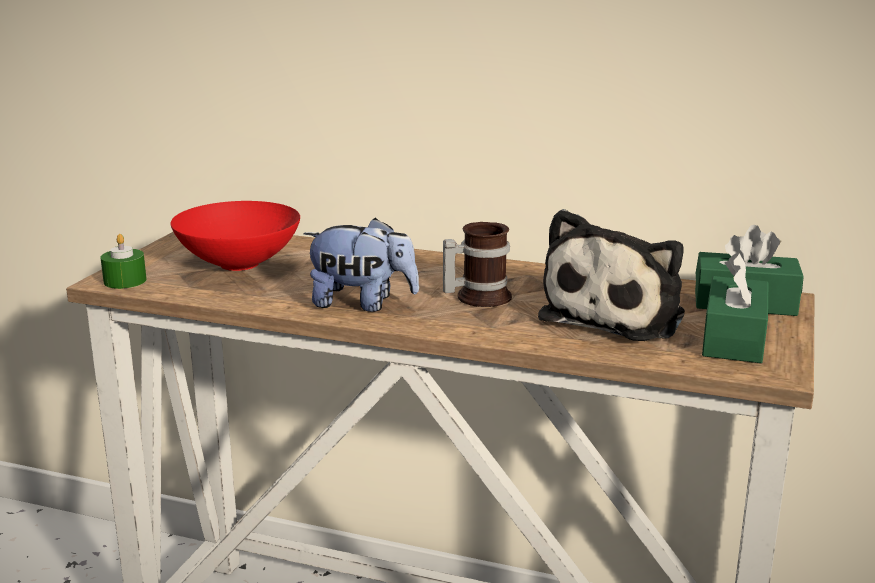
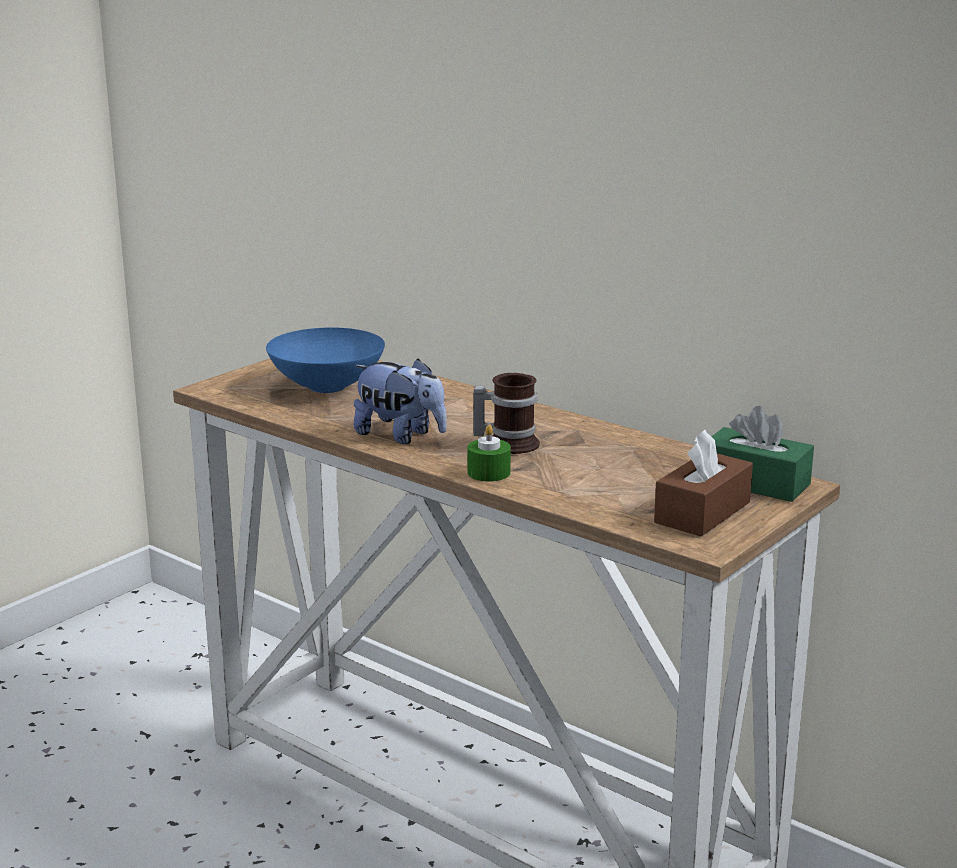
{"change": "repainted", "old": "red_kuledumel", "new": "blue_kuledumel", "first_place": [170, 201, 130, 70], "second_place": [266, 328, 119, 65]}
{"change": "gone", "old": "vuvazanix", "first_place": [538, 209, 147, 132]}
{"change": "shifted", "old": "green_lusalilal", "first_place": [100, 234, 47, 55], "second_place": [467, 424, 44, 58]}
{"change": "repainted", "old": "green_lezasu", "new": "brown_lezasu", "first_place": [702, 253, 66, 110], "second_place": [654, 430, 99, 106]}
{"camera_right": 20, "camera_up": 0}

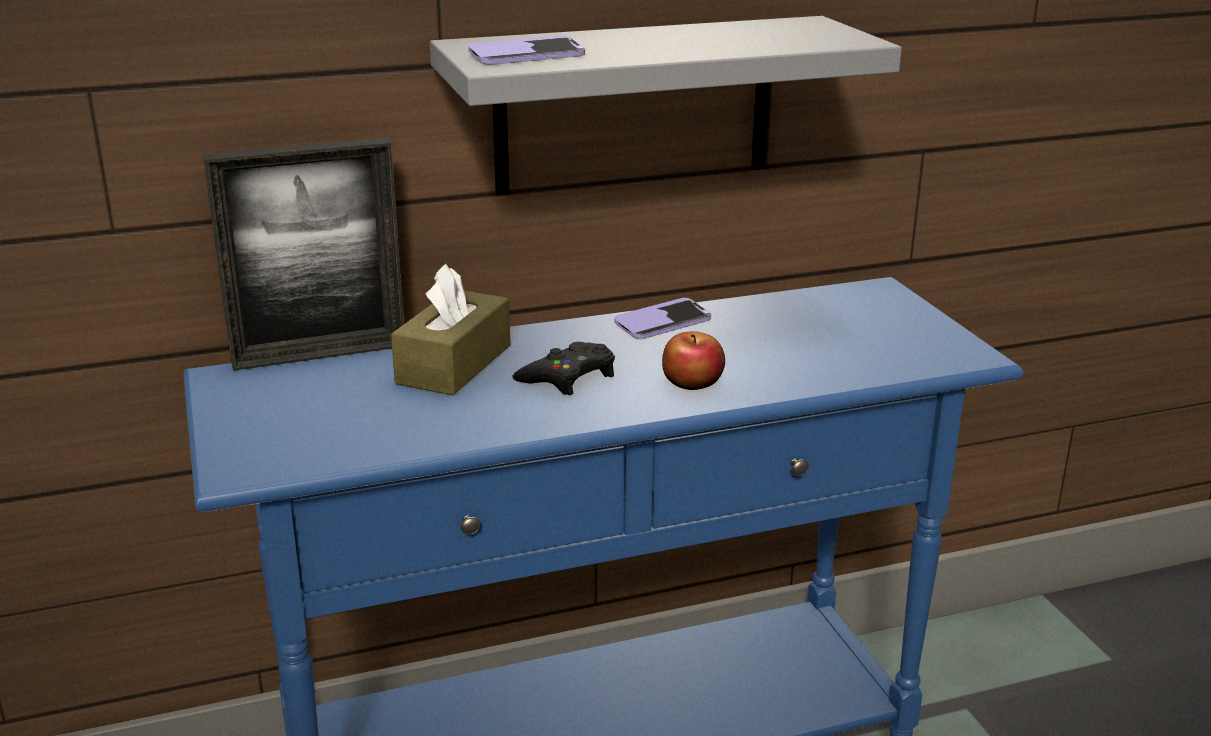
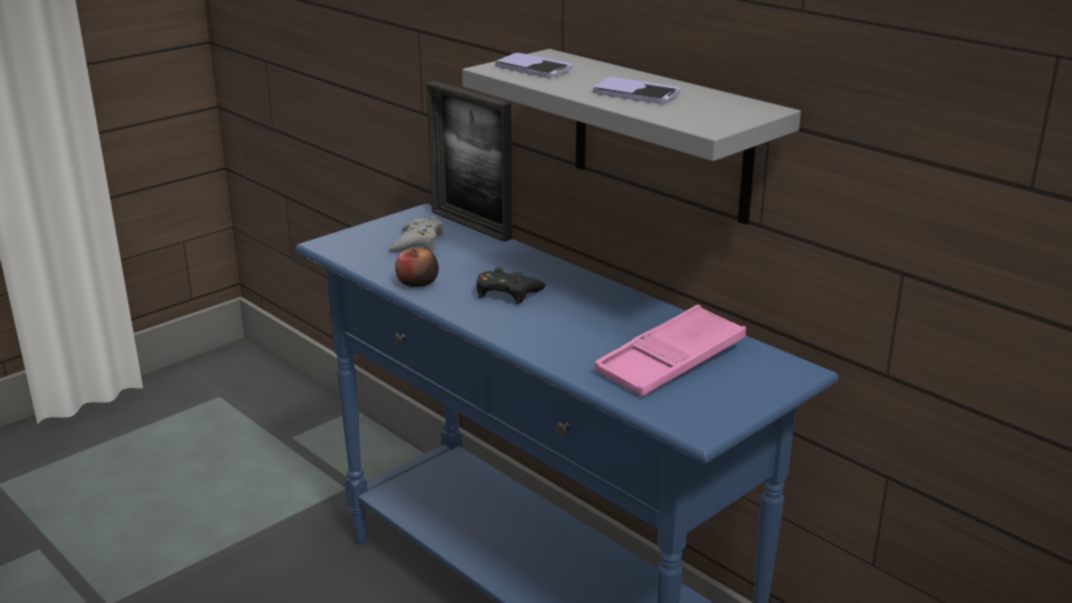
{"change": "gone", "old": "brown_lezasu", "first_place": [391, 264, 120, 132]}
{"change": "shifted", "old": "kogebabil", "first_place": [614, 298, 97, 41], "second_place": [593, 77, 87, 27]}
{"change": "shifted", "old": "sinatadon", "first_place": [662, 331, 63, 59], "second_place": [395, 248, 44, 39]}
{"change": "new", "new": "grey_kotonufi", "second_place": [389, 216, 54, 36]}
{"change": "new", "new": "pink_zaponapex", "second_place": [594, 305, 152, 92]}
{"camera_right": 65, "camera_up": 0}

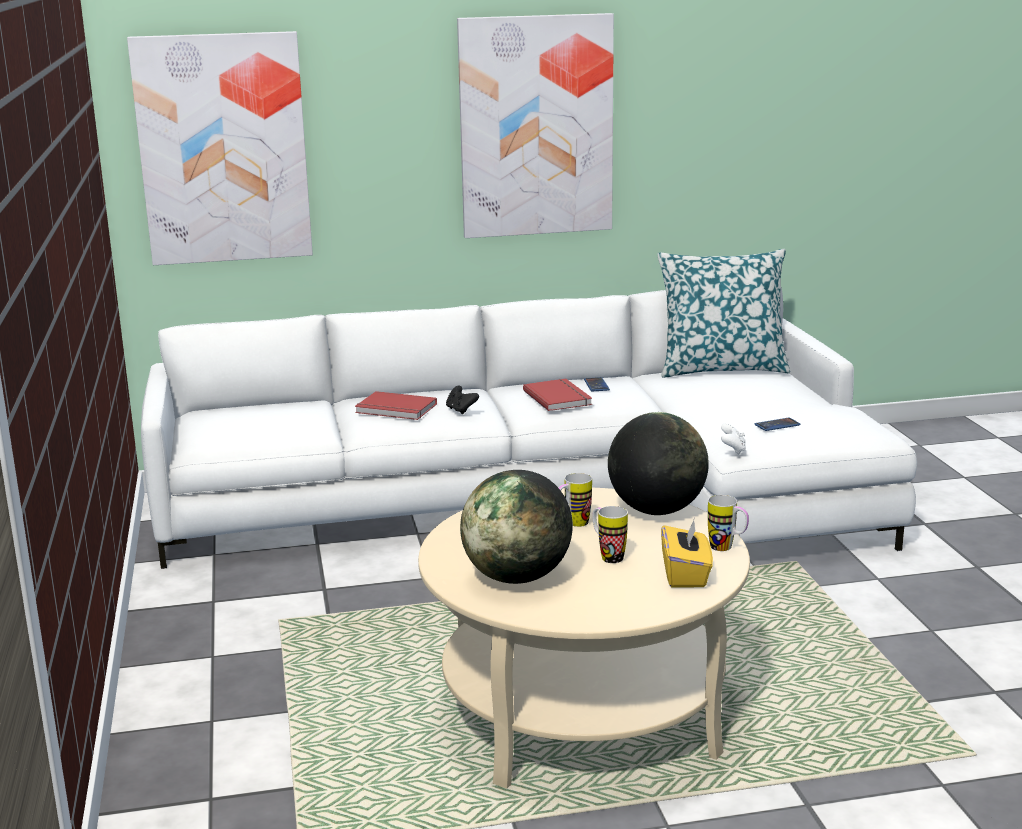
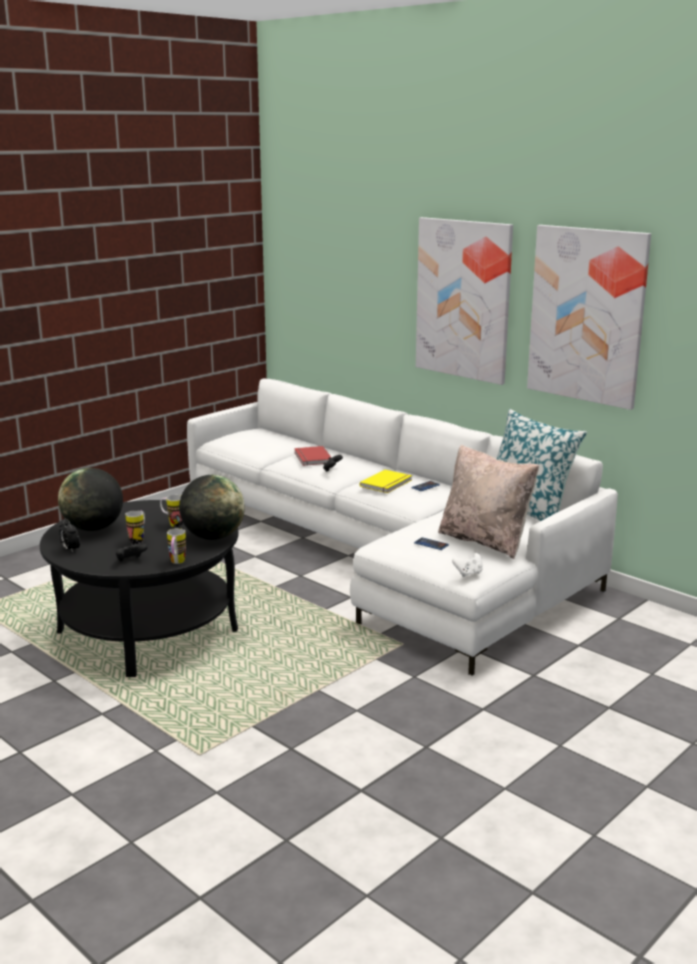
{"change": "shifted", "old": "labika", "first_place": [127, 31, 186, 234], "second_place": [527, 225, 124, 185]}
{"change": "repainted", "old": "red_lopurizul", "new": "yellow_lopurizul", "first_place": [523, 378, 69, 33], "second_place": [360, 470, 52, 23]}
{"change": "shifted", "old": "white_kotonufi", "first_place": [721, 423, 25, 31], "second_place": [452, 553, 31, 24]}
{"change": "repainted", "old": "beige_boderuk", "new": "black_boderuk", "first_place": [418, 488, 332, 301], "second_place": [40, 500, 199, 177]}
{"change": "swapped", "old": "yellow_lezasu", "new": "black_kotonufi", "first_place": [661, 520, 52, 68], "second_place": [116, 544, 32, 17]}
{"change": "new", "new": "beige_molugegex", "second_place": [438, 445, 101, 114]}
{"change": "new", "new": "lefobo", "second_place": [59, 519, 21, 33]}
{"camera_right": 55, "camera_up": 0}

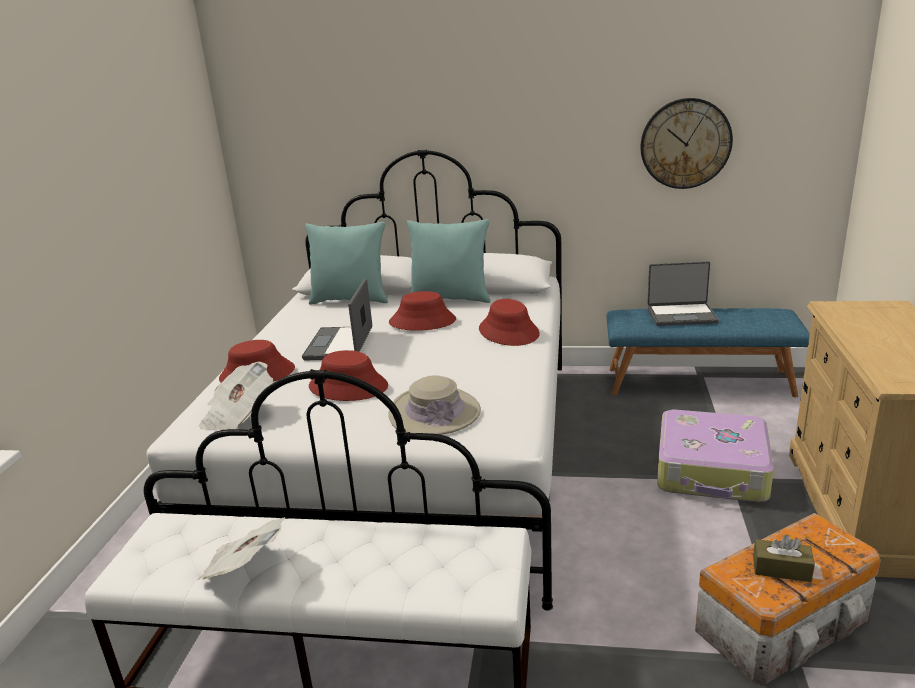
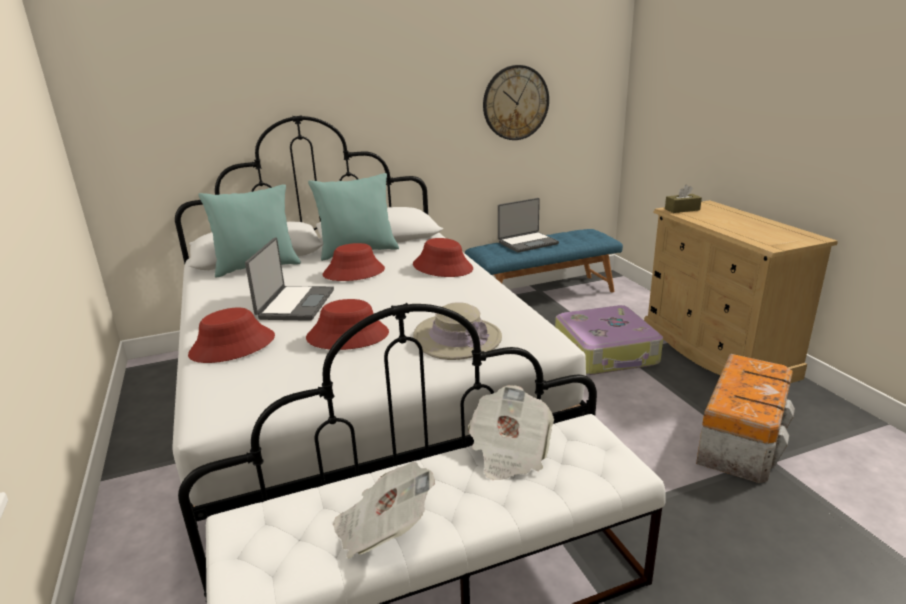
{"change": "rotated", "old": "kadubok", "first_place": [302, 279, 70, 81], "second_place": [245, 238, 89, 83], "degrees": -150}
{"change": "shifted", "old": "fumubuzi", "first_place": [199, 362, 74, 69], "second_place": [468, 385, 86, 95]}
{"change": "shifted", "old": "brown_lezasu", "first_place": [753, 535, 62, 47], "second_place": [665, 185, 37, 28]}
{"camera_right": -30, "camera_up": 0}

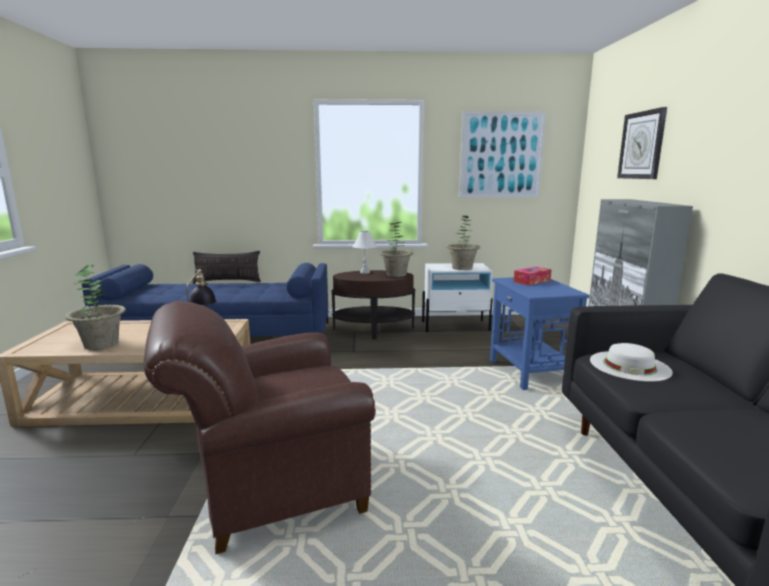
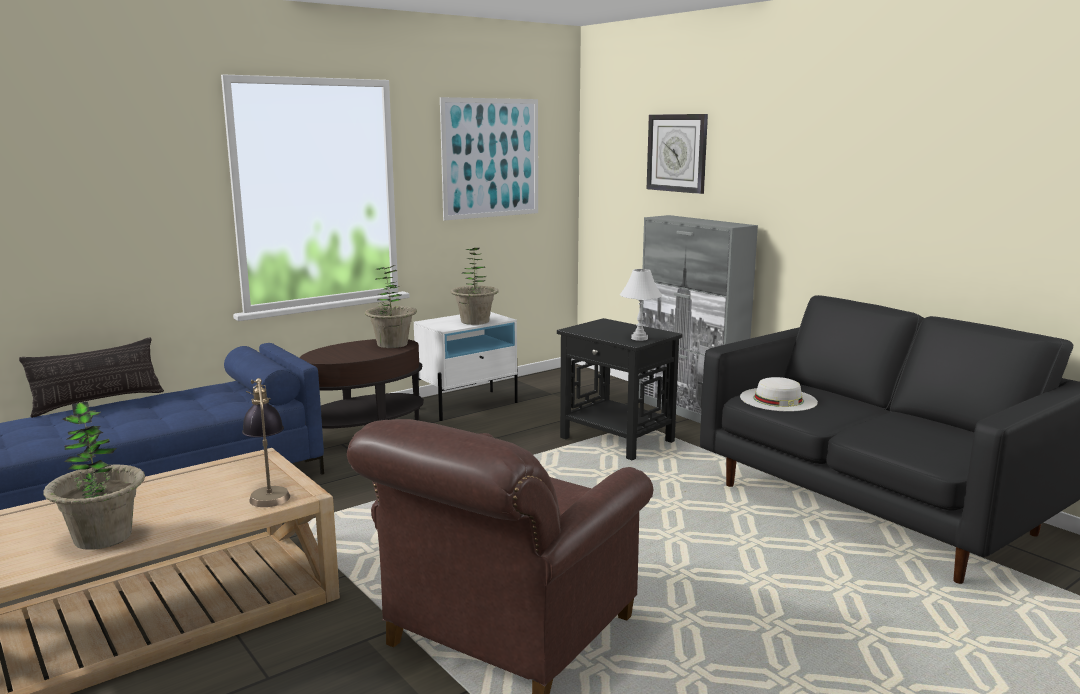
{"change": "shifted", "old": "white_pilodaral", "first_place": [352, 231, 25, 43], "second_place": [620, 269, 42, 72]}
{"change": "gone", "old": "lezasu", "first_place": [514, 267, 38, 18]}
{"change": "repainted", "old": "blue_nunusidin", "new": "black_nunusidin", "first_place": [490, 277, 99, 113], "second_place": [557, 318, 125, 142]}
{"camera_right": -35, "camera_up": 0}

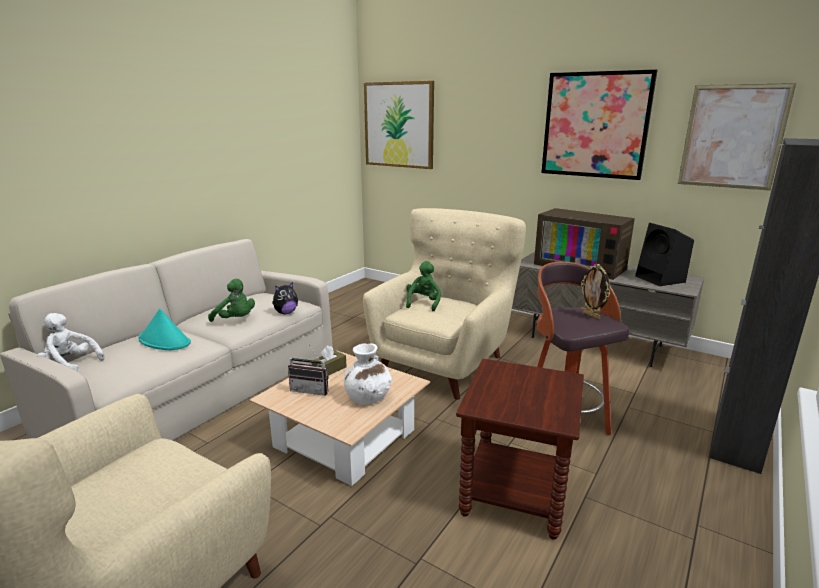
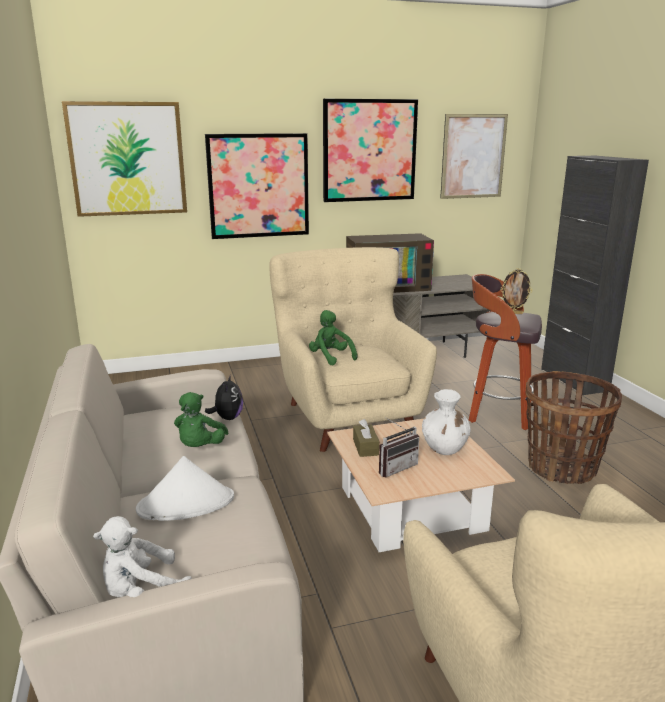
{"change": "gone", "old": "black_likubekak", "first_place": [635, 223, 59, 63]}
{"change": "rotated", "old": "green_vuvazanix", "first_place": [208, 279, 47, 43], "second_place": [174, 392, 55, 55], "degrees": 120}
{"change": "repainted", "old": "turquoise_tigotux", "new": "white_tigotux", "first_place": [138, 308, 53, 42], "second_place": [136, 456, 98, 65]}
{"change": "swapped", "old": "brown_nunusidin", "new": "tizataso", "first_place": [456, 359, 128, 181], "second_place": [526, 371, 96, 113]}
{"change": "new", "new": "labika", "second_place": [205, 133, 104, 106]}
{"camera_right": -50, "camera_up": 0}

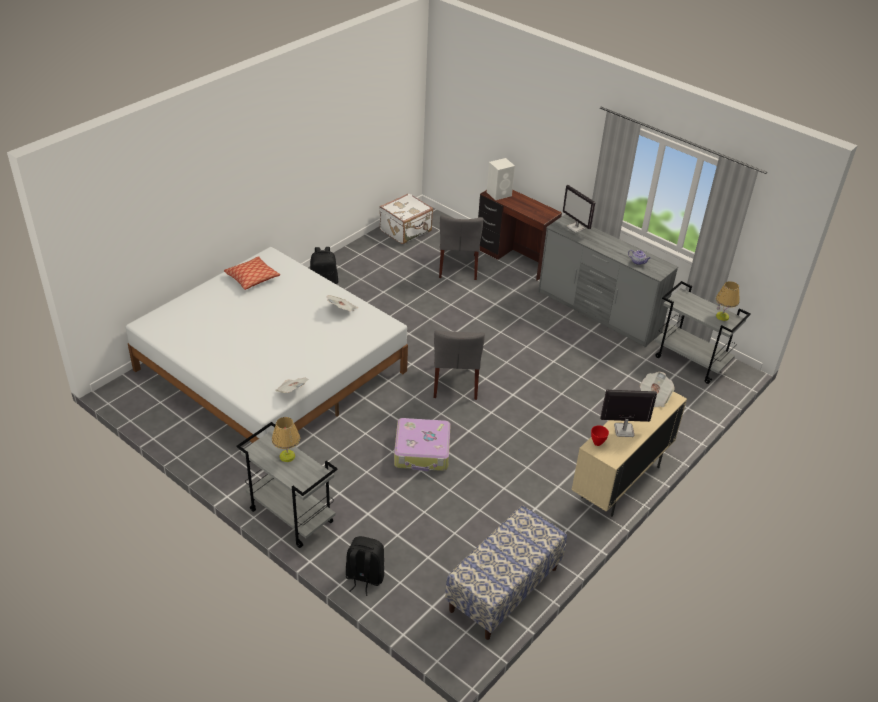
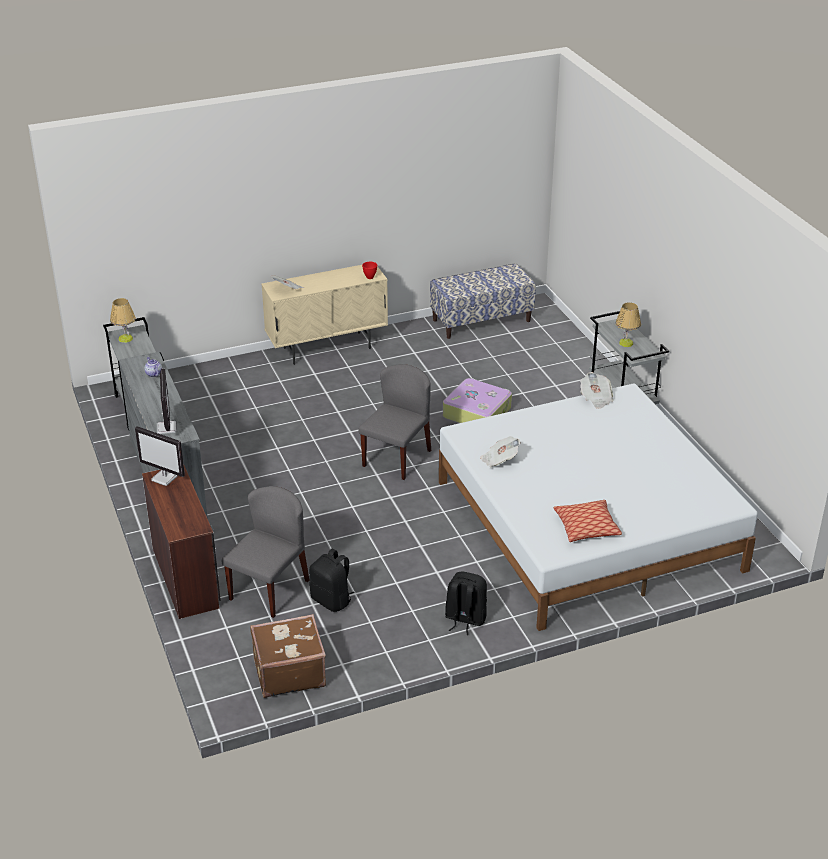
{"change": "gone", "old": "white_likubekak", "first_place": [487, 158, 28, 42]}
{"change": "repainted", "old": "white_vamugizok", "new": "brown_vamugizok", "first_place": [379, 193, 54, 51], "second_place": [250, 614, 76, 84]}
{"change": "shifted", "old": "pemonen", "first_place": [600, 390, 57, 47], "second_place": [135, 426, 50, 60]}
{"change": "shifted", "old": "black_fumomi", "first_place": [346, 536, 39, 60], "second_place": [309, 549, 46, 63]}
{"camera_right": -150, "camera_up": -5}

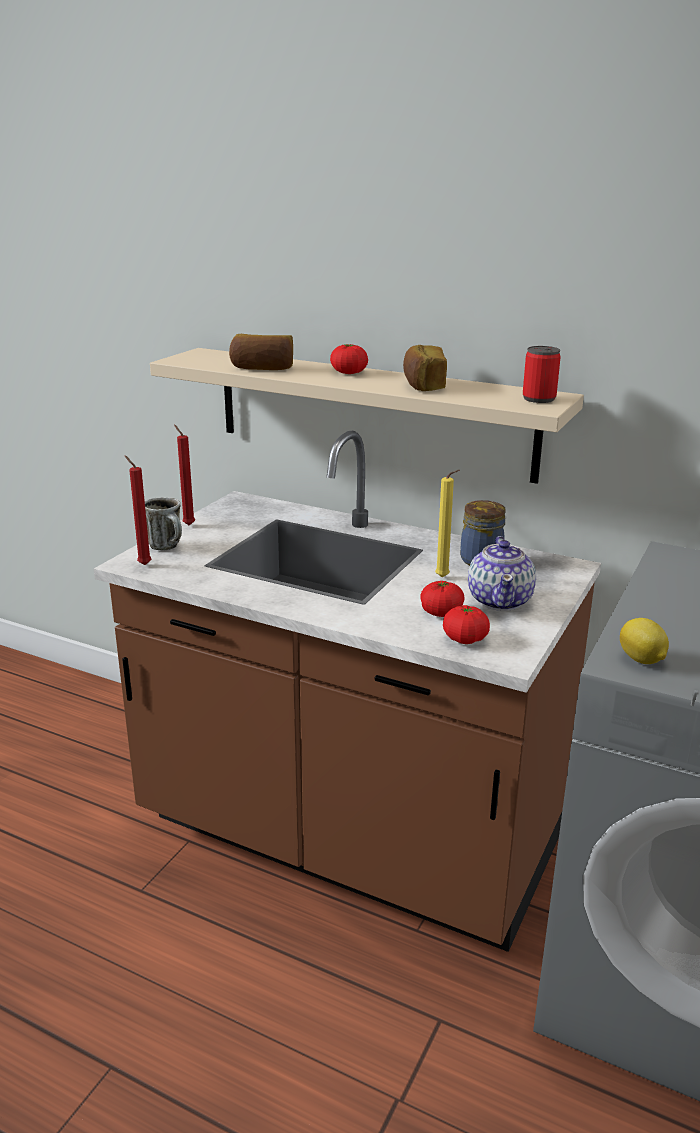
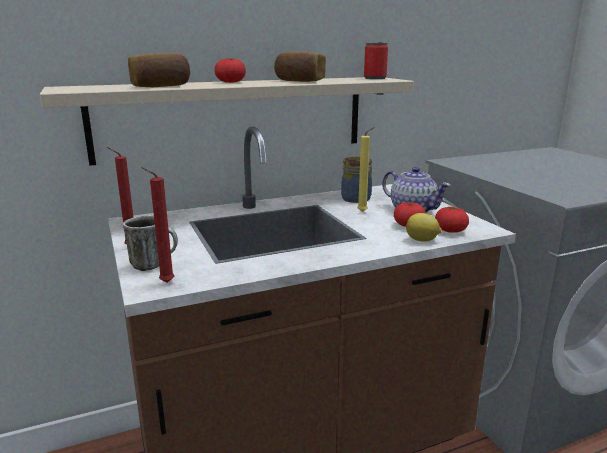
{"change": "shifted", "old": "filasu", "first_place": [620, 618, 49, 46], "second_place": [406, 213, 36, 29]}
{"camera_right": -50, "camera_up": -5}

